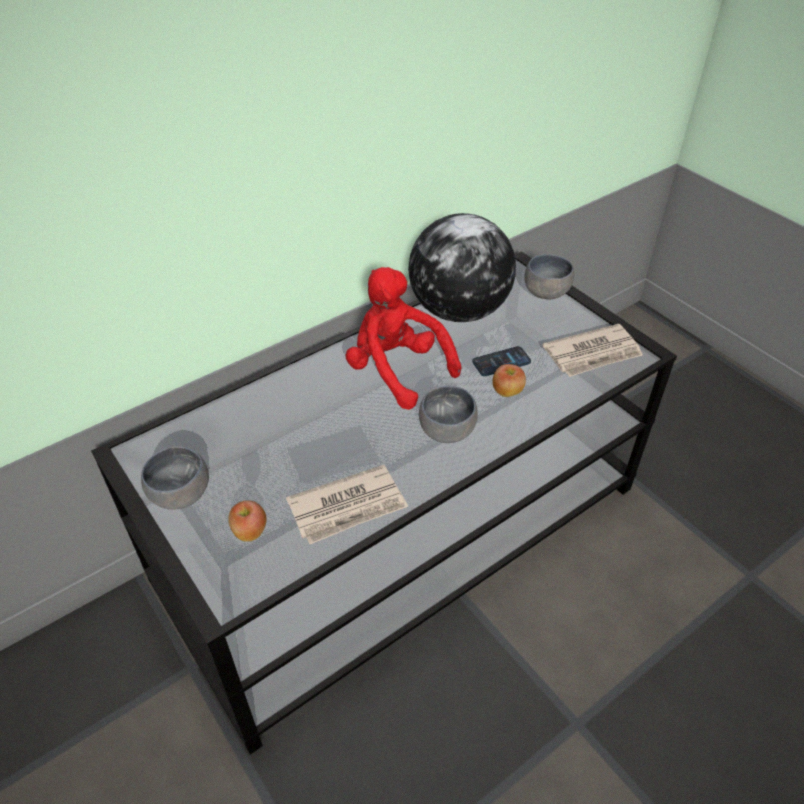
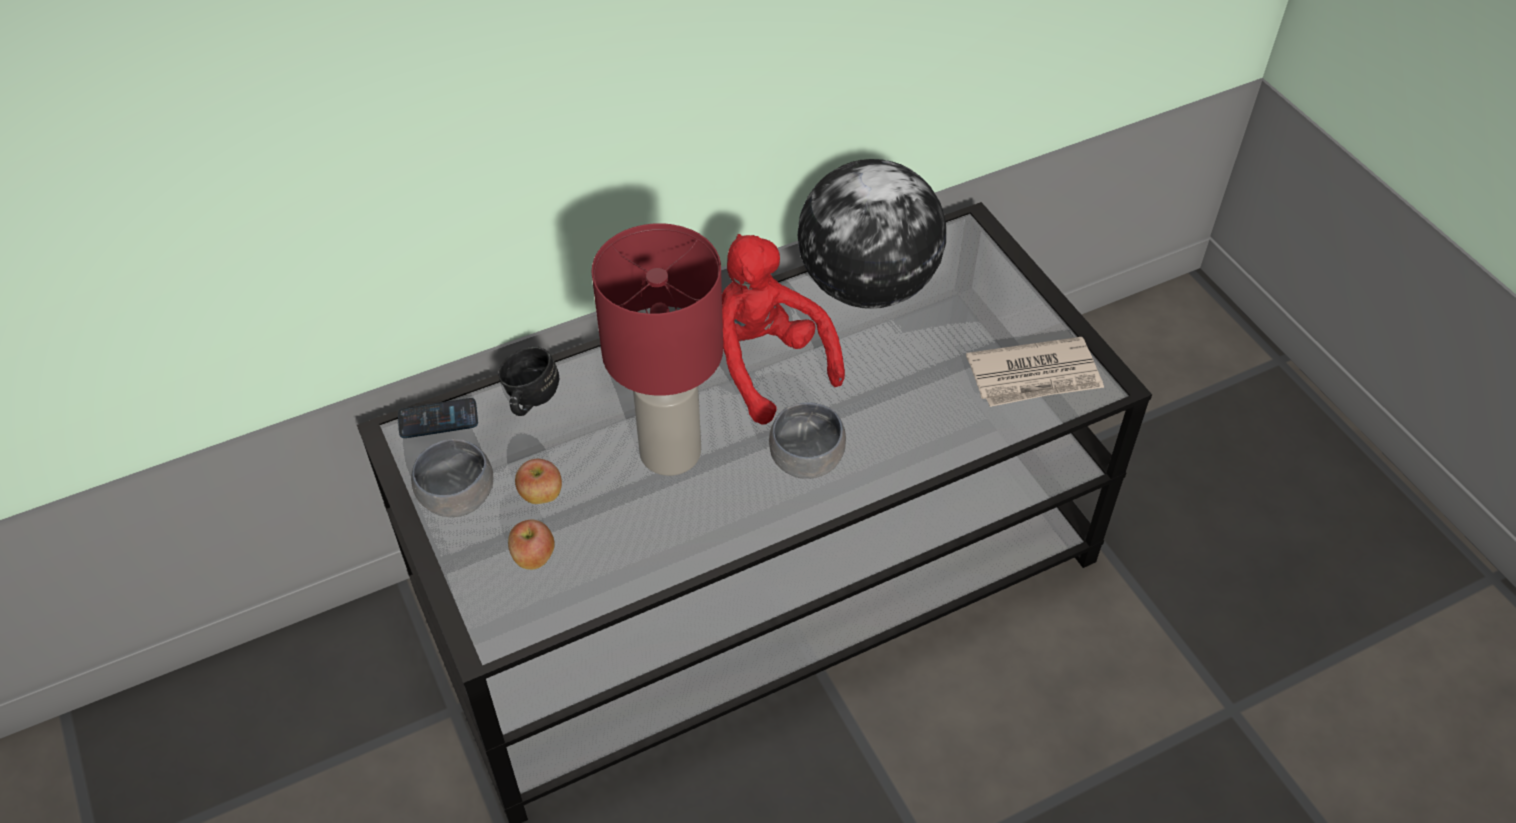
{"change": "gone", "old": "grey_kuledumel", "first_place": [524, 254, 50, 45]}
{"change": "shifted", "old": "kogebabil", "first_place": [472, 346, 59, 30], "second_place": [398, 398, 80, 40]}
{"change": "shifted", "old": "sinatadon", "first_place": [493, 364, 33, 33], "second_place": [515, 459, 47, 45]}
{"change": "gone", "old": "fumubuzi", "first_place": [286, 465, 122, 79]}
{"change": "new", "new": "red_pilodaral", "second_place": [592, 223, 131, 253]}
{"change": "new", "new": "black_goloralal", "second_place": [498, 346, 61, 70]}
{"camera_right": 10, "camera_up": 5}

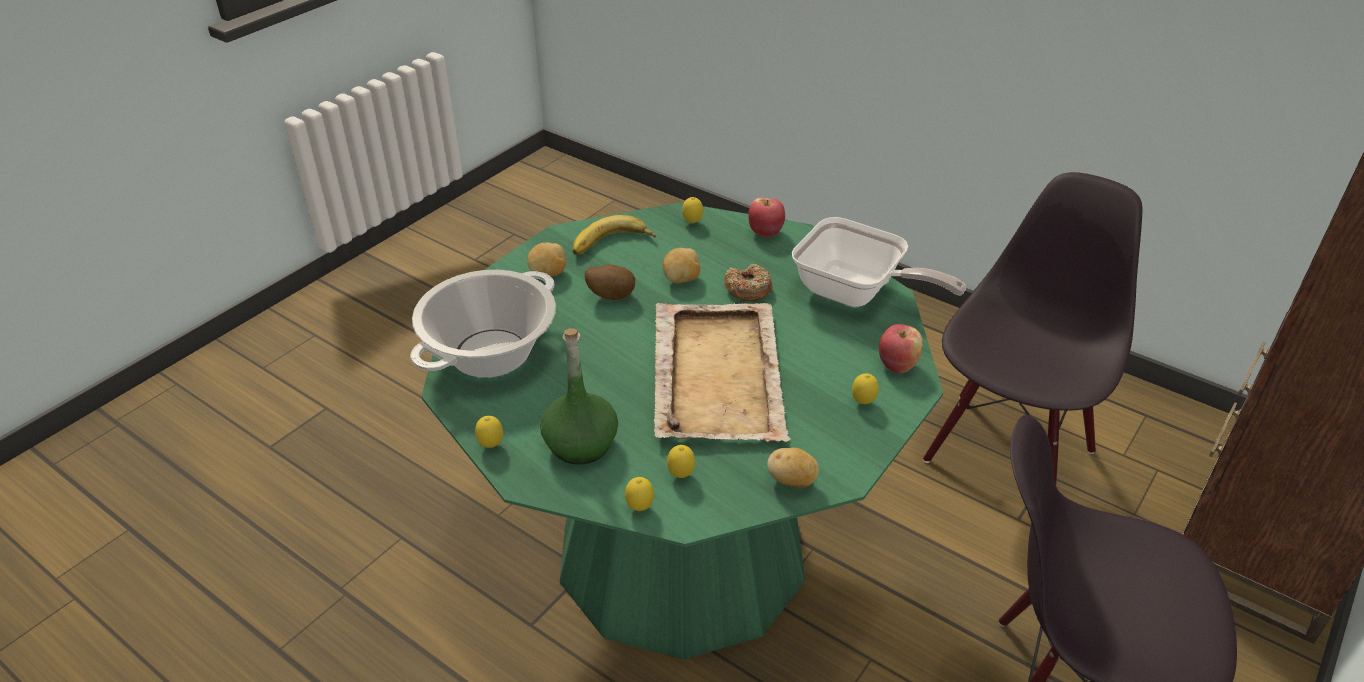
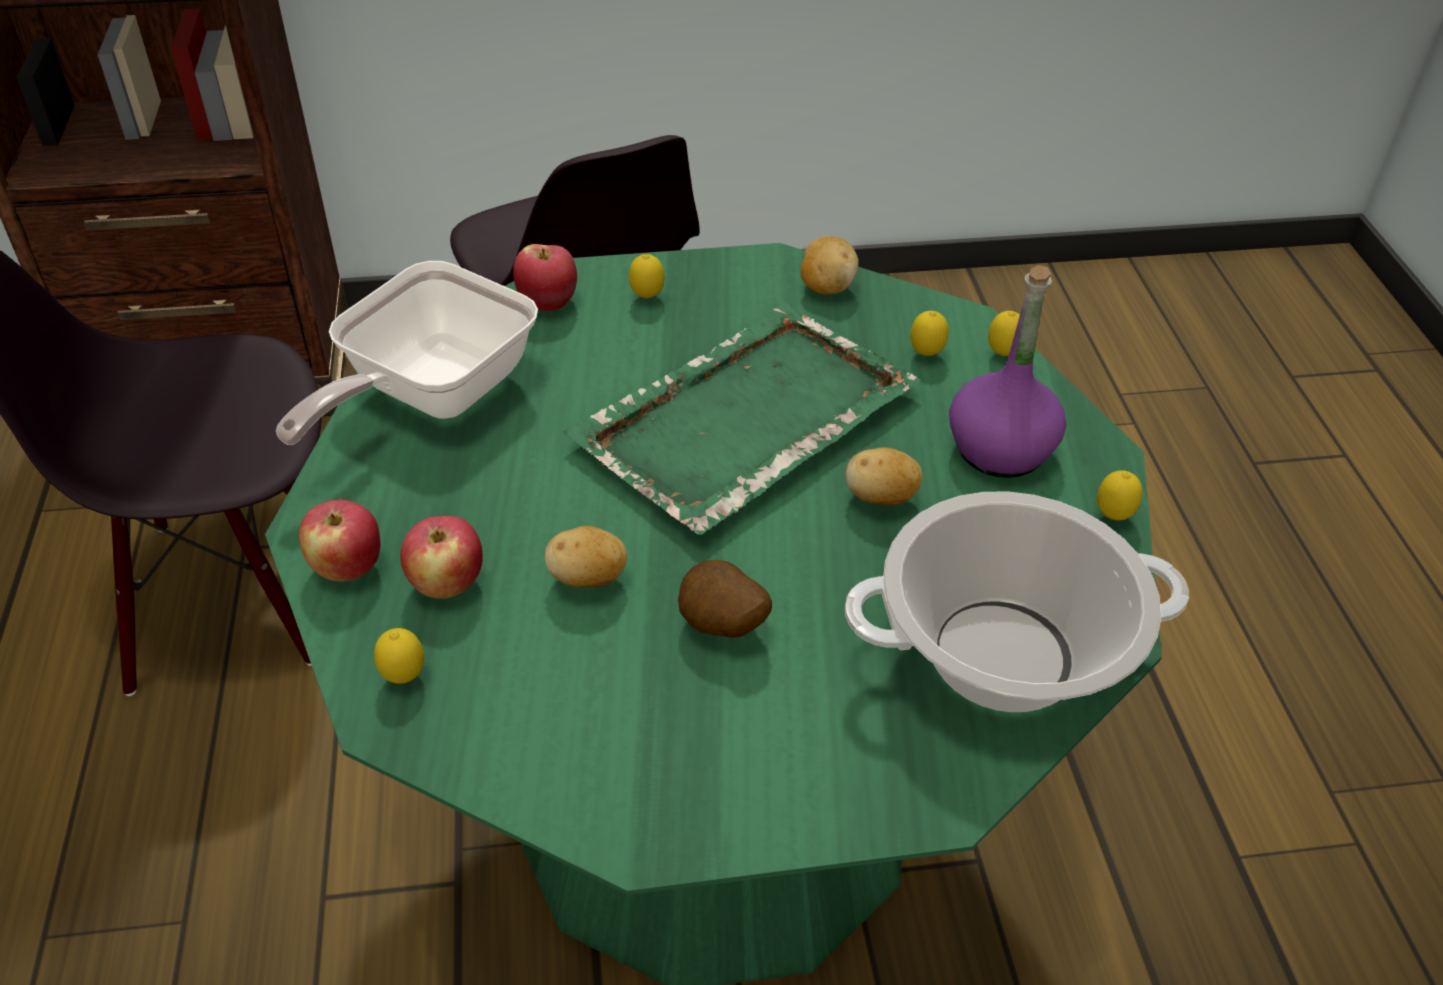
{"change": "gone", "old": "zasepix", "first_place": [573, 215, 83, 40]}
{"change": "rotated", "old": "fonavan", "first_place": [792, 217, 174, 90], "second_place": [276, 261, 262, 184], "degrees": -135}
{"change": "shifted", "old": "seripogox", "first_place": [527, 242, 39, 35], "second_place": [845, 447, 78, 58]}
{"change": "gone", "old": "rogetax", "first_place": [724, 264, 49, 37]}
{"change": "repainted", "old": "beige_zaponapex", "new": "green_zaponapex", "first_place": [654, 303, 137, 139], "second_place": [563, 303, 358, 232]}
{"change": "repainted", "old": "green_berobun", "new": "purple_berobun", "first_place": [540, 328, 78, 137], "second_place": [949, 265, 117, 213]}
{"change": "new", "new": "sinatadon", "second_place": [400, 516, 83, 83]}
{"camera_right": -135, "camera_up": 5}

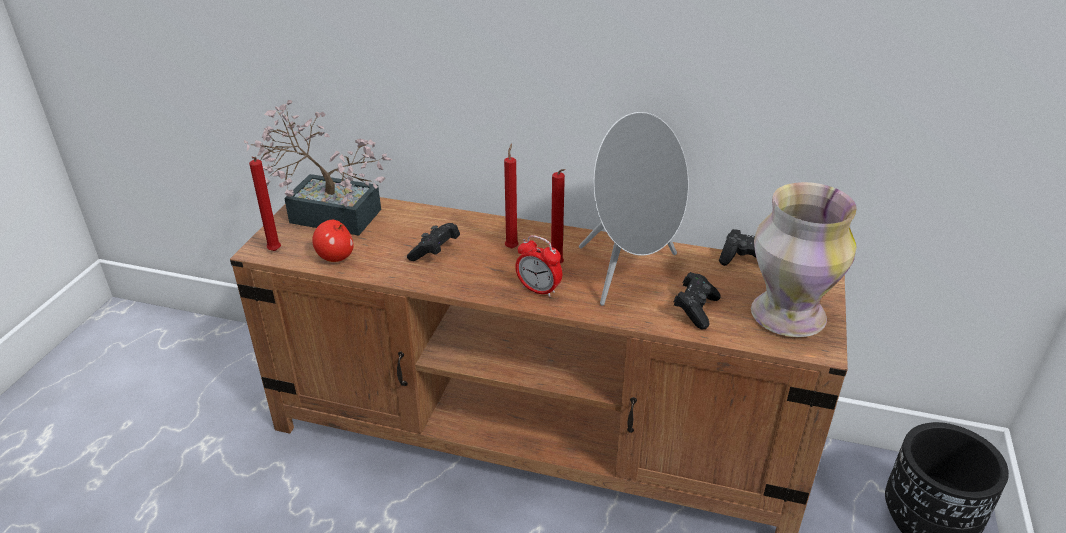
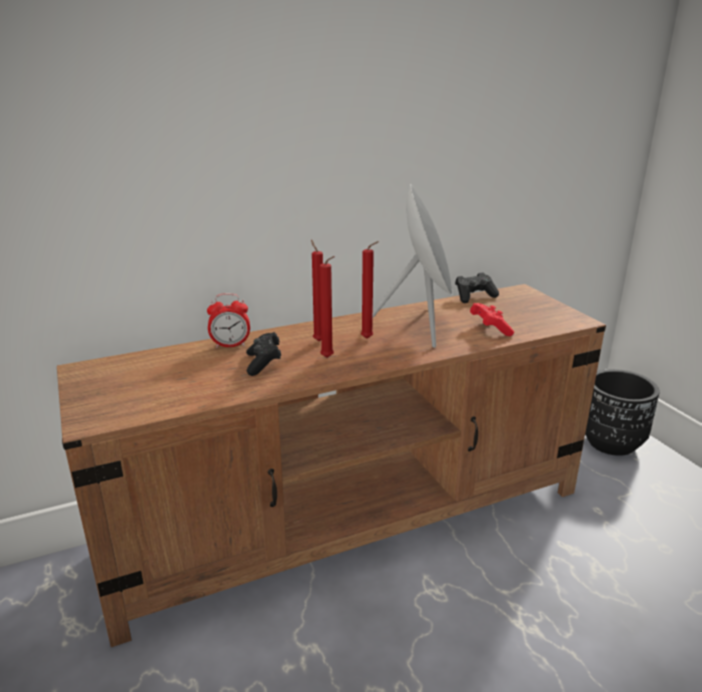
{"change": "gone", "old": "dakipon", "first_place": [244, 100, 148, 136]}
{"change": "shifted", "old": "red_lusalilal", "first_place": [249, 157, 32, 94], "second_place": [320, 256, 15, 102]}
{"change": "gone", "old": "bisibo", "first_place": [751, 182, 106, 155]}
{"change": "gone", "old": "sinatadon", "first_place": [312, 220, 42, 42]}
{"change": "shifted", "old": "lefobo", "first_place": [515, 235, 47, 62], "second_place": [207, 293, 43, 55]}
{"change": "repainted", "old": "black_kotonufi", "new": "red_kotonufi", "first_place": [673, 272, 48, 57], "second_place": [470, 303, 44, 33]}
{"camera_right": -40, "camera_up": -10}

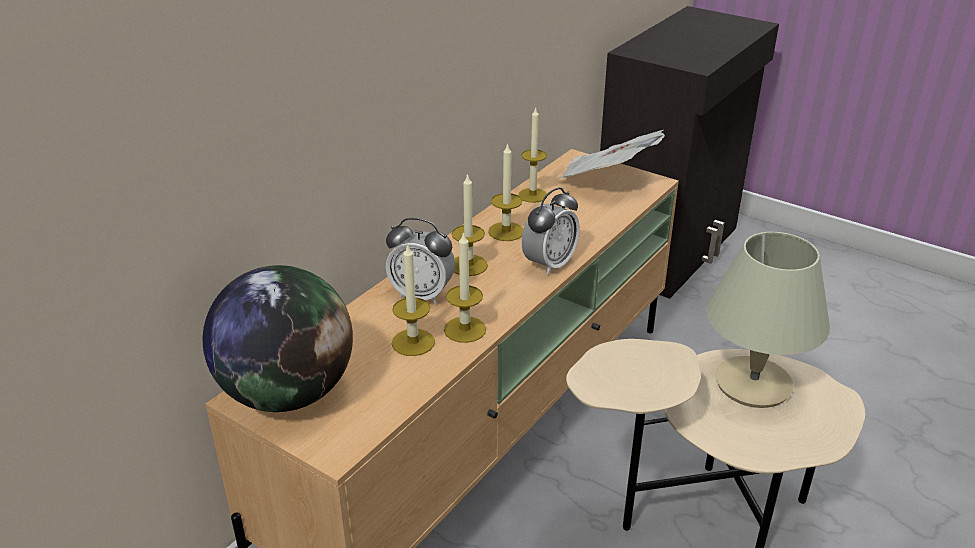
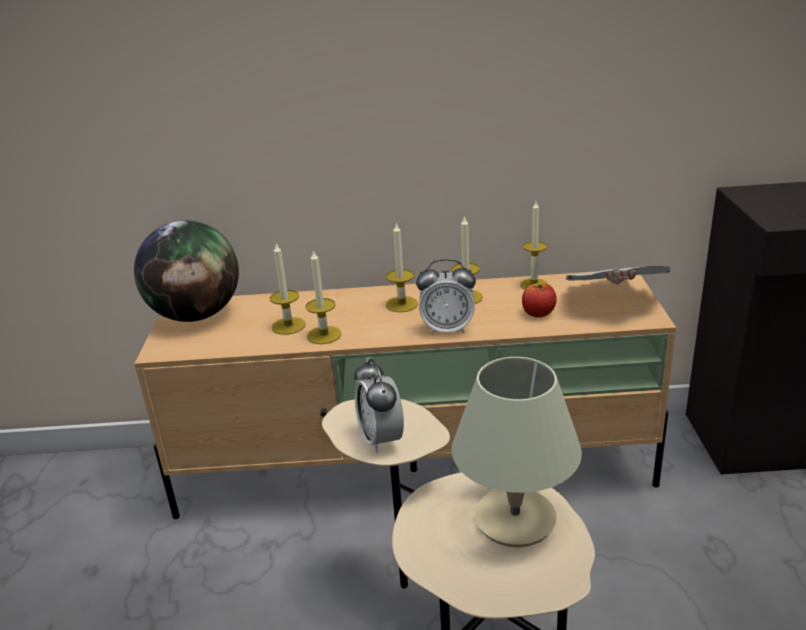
{"change": "shifted", "old": "lefobo", "first_place": [386, 218, 69, 87], "second_place": [354, 358, 50, 96]}
{"change": "new", "new": "sinatadon", "second_place": [522, 283, 35, 34]}
{"camera_right": 55, "camera_up": -5}

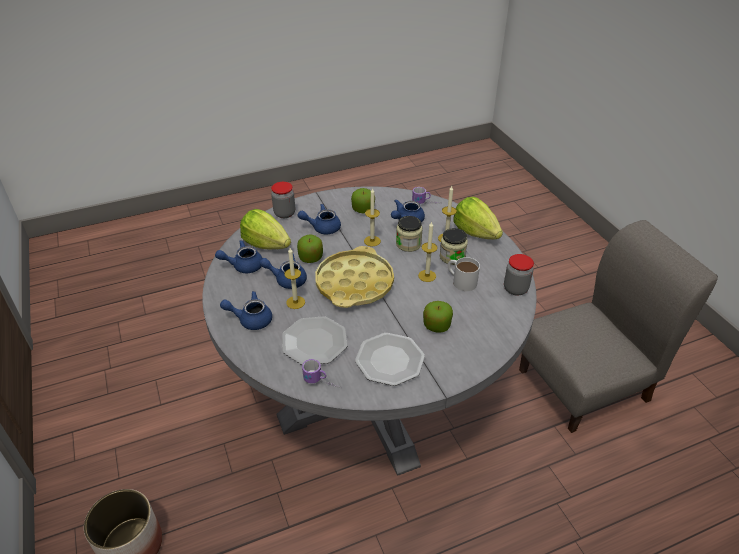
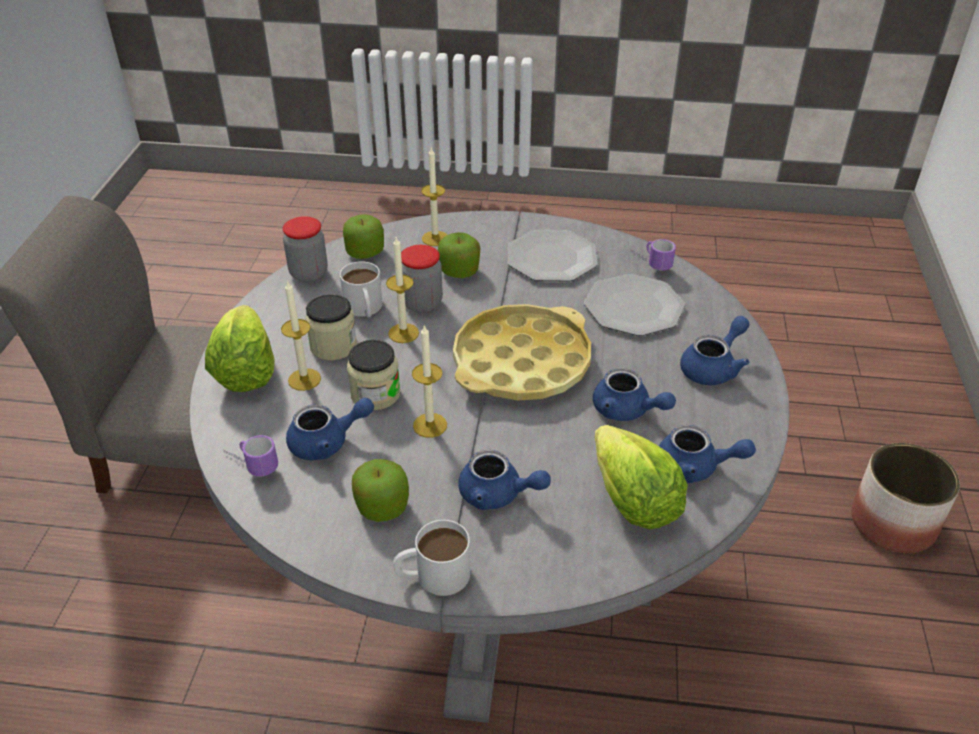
{"change": "shifted", "old": "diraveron", "first_place": [271, 182, 24, 36], "second_place": [401, 245, 42, 68]}
{"change": "shifted", "old": "sinatadon", "first_place": [297, 235, 26, 28], "second_place": [343, 214, 41, 45]}
{"change": "shifted", "old": "lusalilal", "first_place": [284, 248, 21, 61], "second_place": [421, 148, 26, 98]}
{"change": "rotated", "old": "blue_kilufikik", "first_place": [220, 291, 52, 39], "second_place": [680, 316, 70, 69], "degrees": -75}
{"change": "new", "new": "white_goloralal", "second_place": [393, 520, 77, 76]}
{"camera_right": -150, "camera_up": 0}

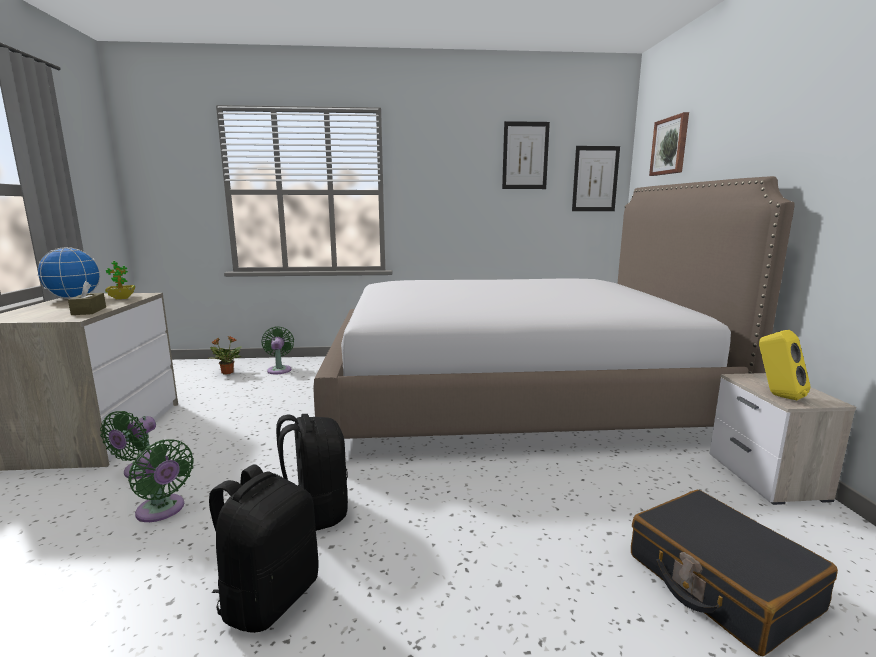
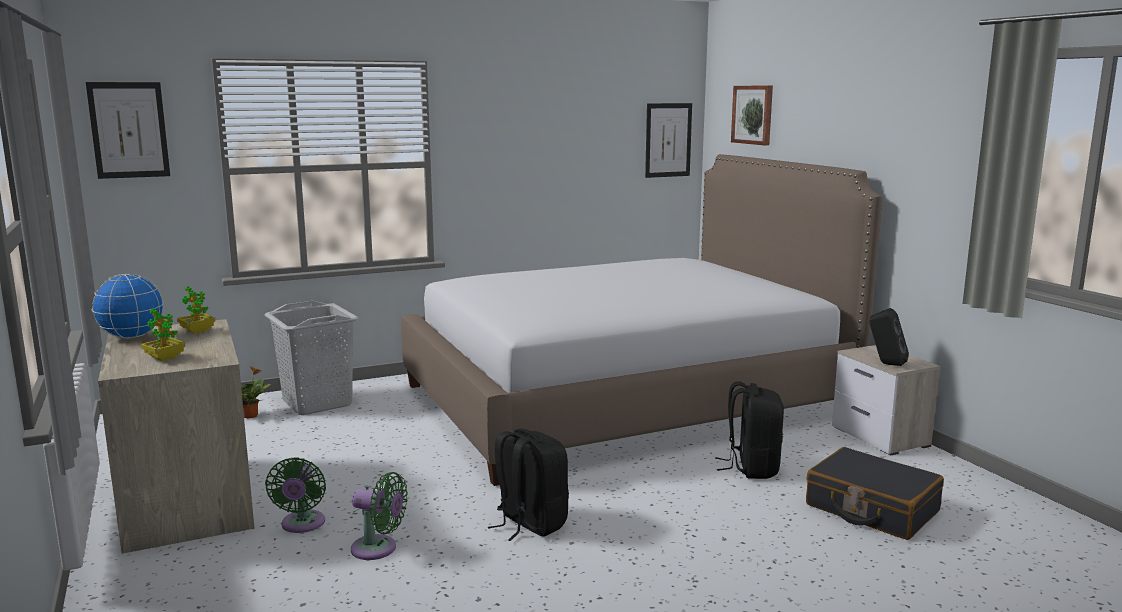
{"change": "shifted", "old": "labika", "first_place": [502, 121, 48, 68], "second_place": [86, 82, 84, 97]}
{"change": "gone", "old": "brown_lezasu", "first_place": [68, 281, 38, 34]}
{"change": "swapped", "old": "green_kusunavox", "new": "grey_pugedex", "first_place": [262, 327, 32, 47], "second_place": [264, 301, 95, 114]}
{"change": "repainted", "old": "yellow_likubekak", "new": "black_likubekak", "first_place": [759, 330, 52, 70], "second_place": [869, 308, 40, 58]}
{"change": "shifted", "old": "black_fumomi", "first_place": [209, 464, 110, 169], "second_place": [715, 381, 69, 98]}
{"change": "new", "new": "dakipon", "second_place": [141, 308, 45, 53]}
{"camera_right": -20, "camera_up": 0}

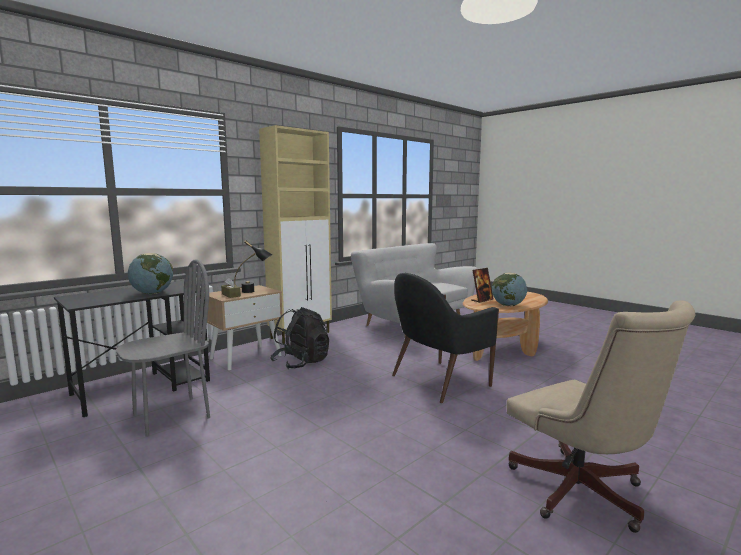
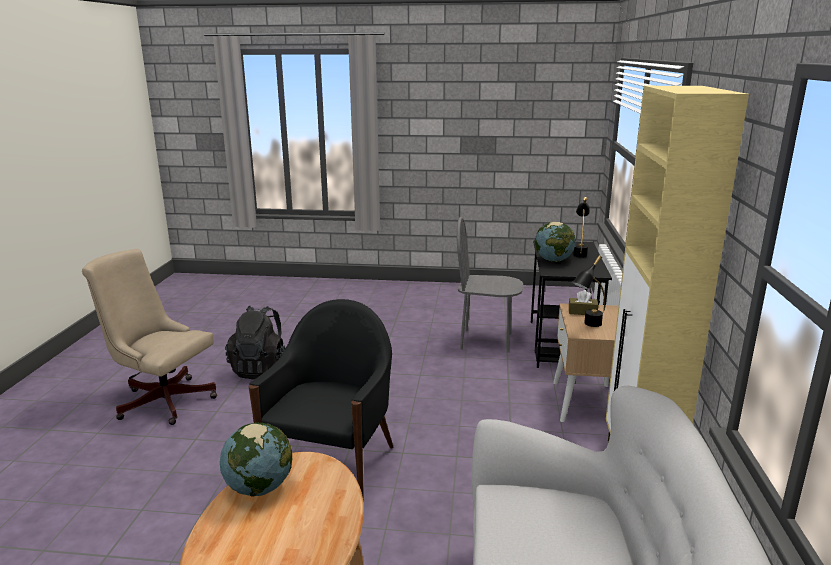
{"change": "rotated", "old": "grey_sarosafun", "first_place": [116, 259, 94, 178], "second_place": [457, 217, 66, 135], "degrees": 90}
{"change": "gone", "old": "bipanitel", "first_place": [471, 268, 23, 35]}
{"change": "shifted", "old": "black_fumomi", "first_place": [270, 307, 59, 62], "second_place": [225, 306, 61, 73]}
{"change": "new", "new": "black_pilodaral", "second_place": [573, 197, 17, 61]}
{"camera_right": 140, "camera_up": 10}

